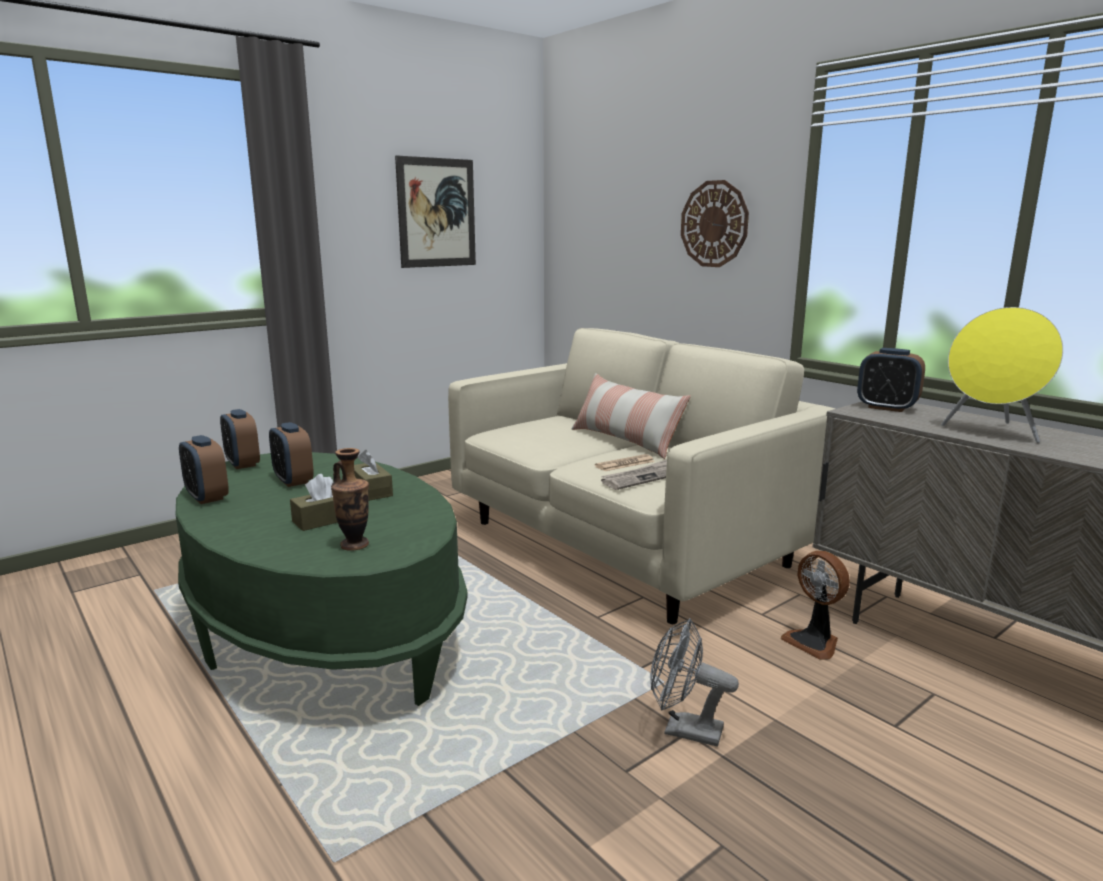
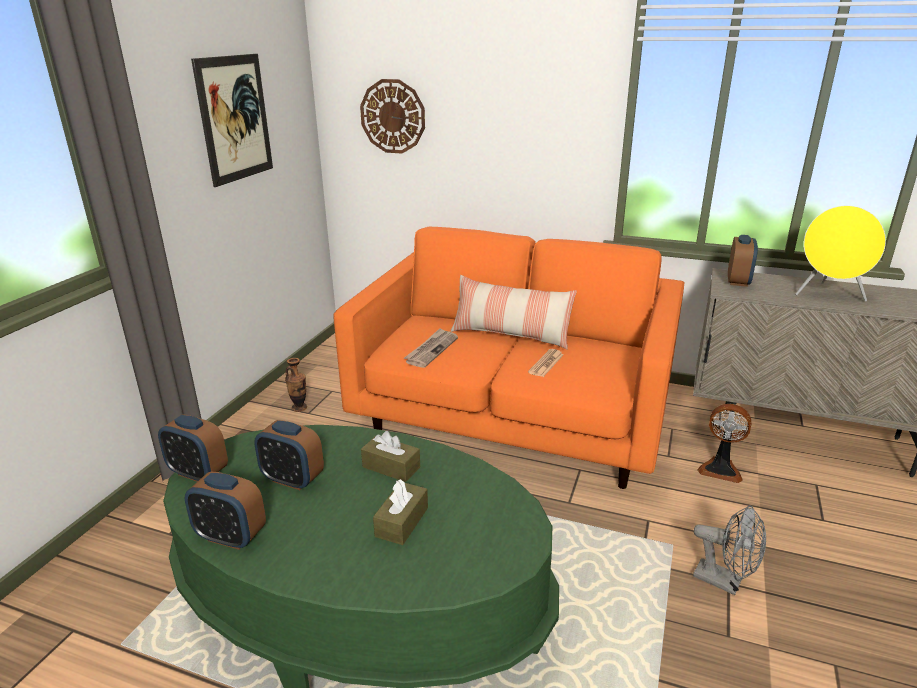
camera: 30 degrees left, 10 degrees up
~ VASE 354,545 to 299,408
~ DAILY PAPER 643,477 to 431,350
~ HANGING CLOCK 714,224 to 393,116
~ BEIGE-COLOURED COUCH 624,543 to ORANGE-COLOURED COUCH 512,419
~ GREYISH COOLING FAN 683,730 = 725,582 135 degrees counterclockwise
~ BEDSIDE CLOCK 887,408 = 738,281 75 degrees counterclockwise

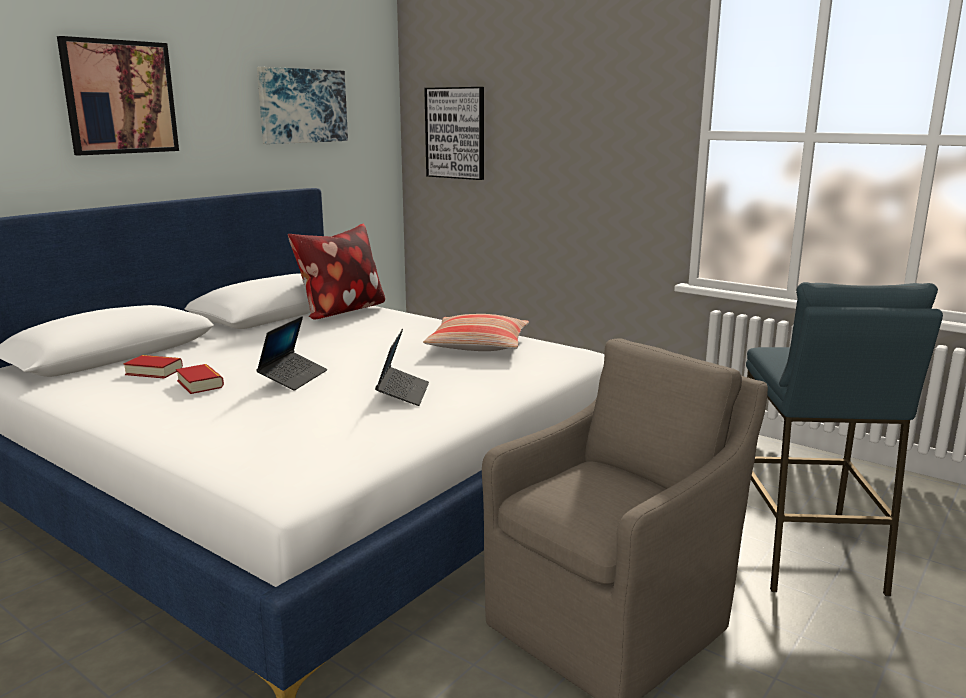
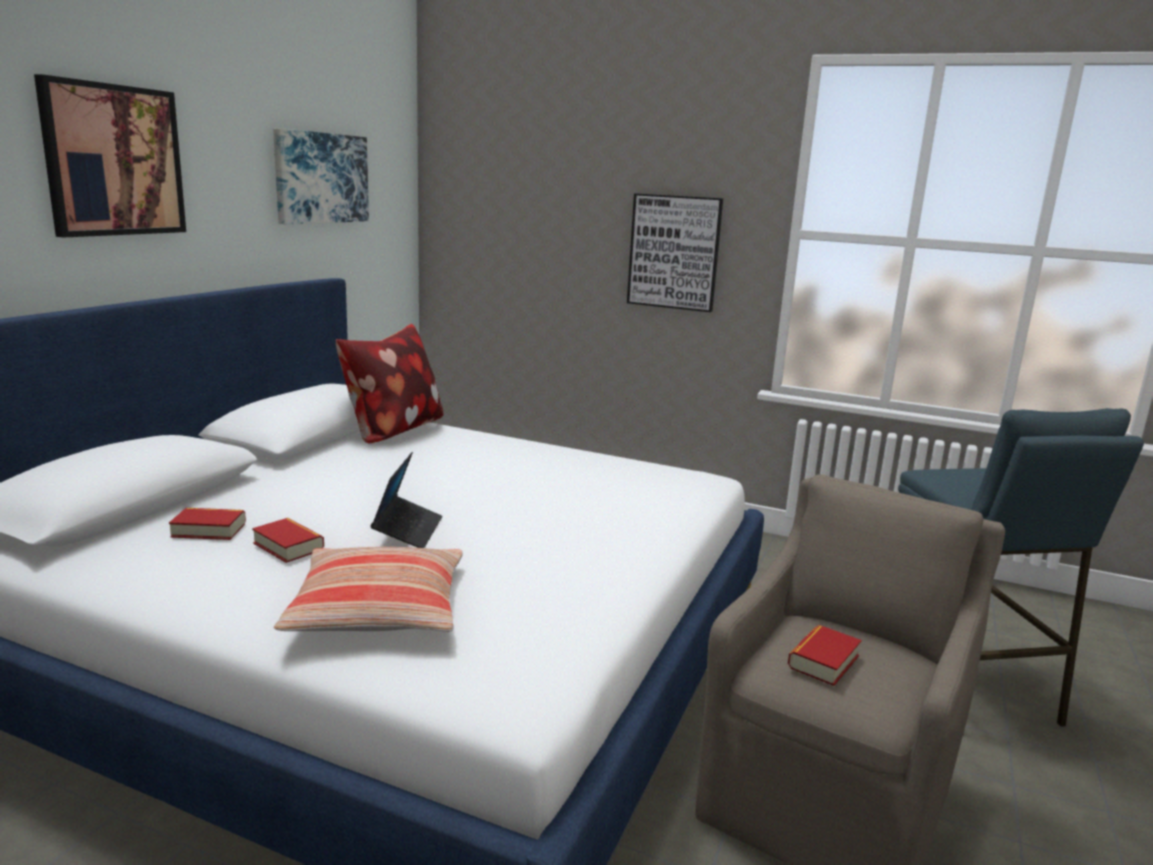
camera: 15 degrees left, 0 degrees up
- LAPTOP 403,393
+ BOUND BOOK 823,661
~ THROW PILLOW 478,346 to 378,609
~ WALL PICTURE 455,133 to 674,252

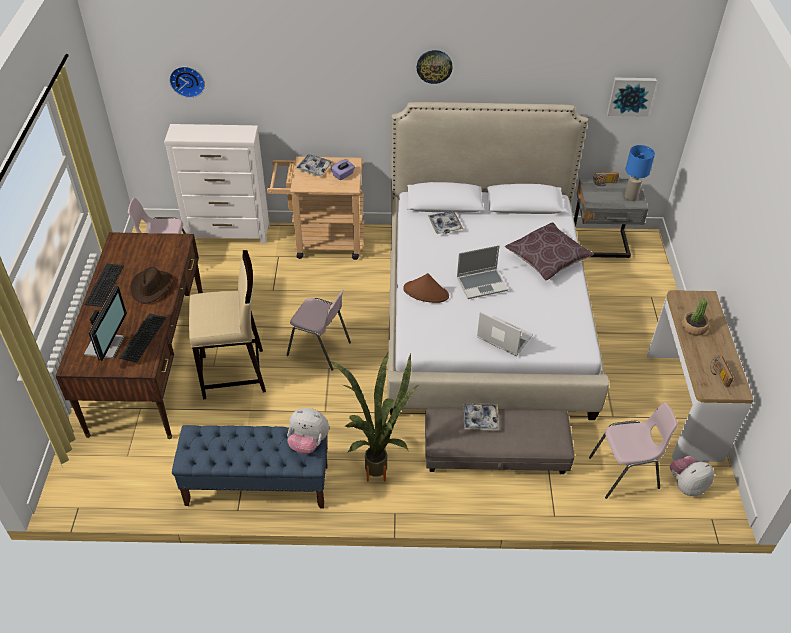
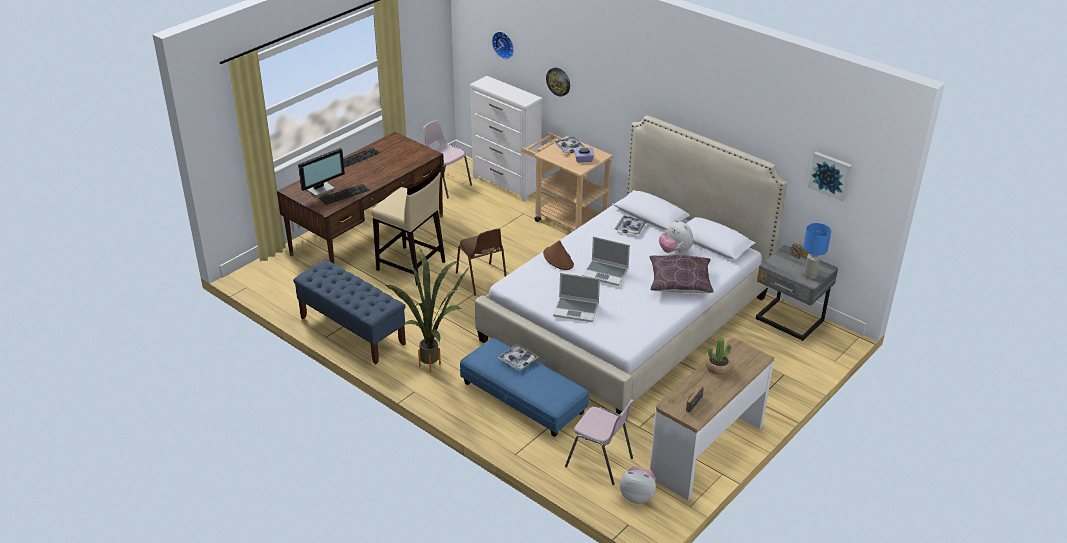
camera: 40 degrees right, 10 degrees down
- BROWN HAT 152,287
~ SOFT TOY 308,443 to 675,251
~ HANGING CLOCK 434,66 to 558,81
~ PINK PLAIN CHAIR 319,349 to BROWN PLAIN CHAIR 482,280
~ GREYISH OTTOMAN 495,452 to BLUISH OTTOMAN 523,398
~ LAPTOP 503,337 = 576,310 120 degrees clockwise

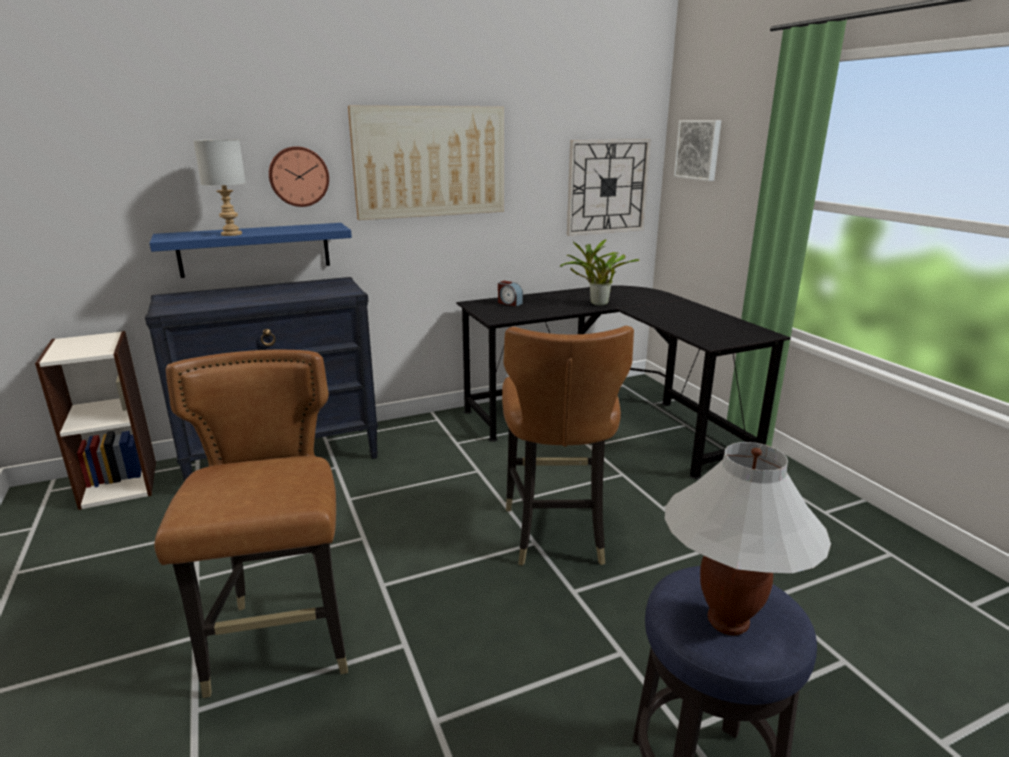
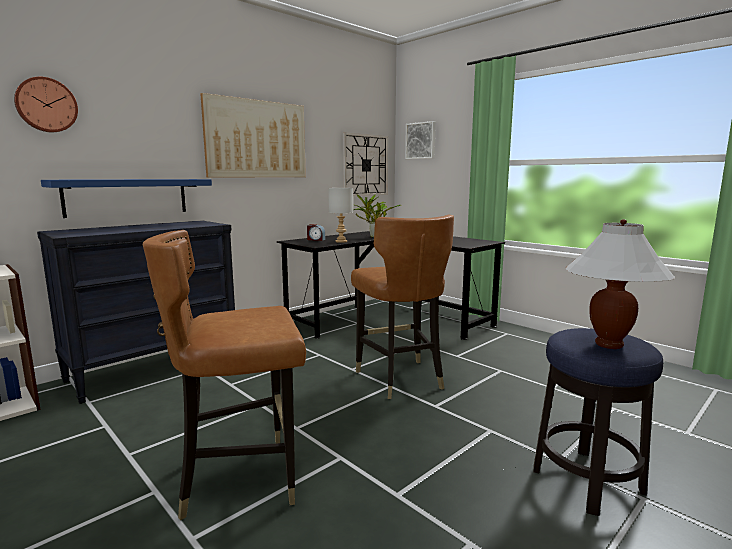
camera: 20 degrees left, 10 degrees down
~ GREYISH TABLE LAMP 232,234 to 341,241
~ HANGING CLOCK 298,176 to 46,105
~ BROWN PLAIN CHAIR 283,642 = 240,477 75 degrees counterclockwise

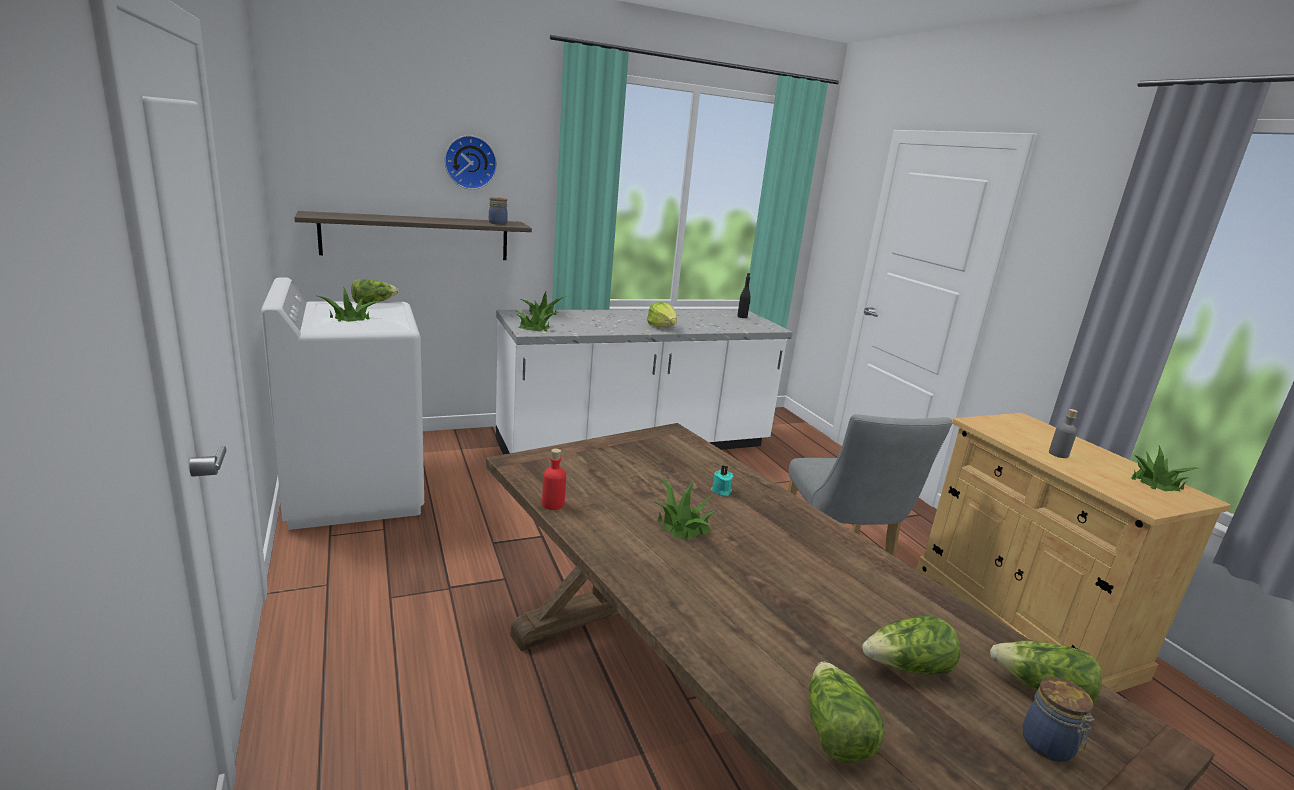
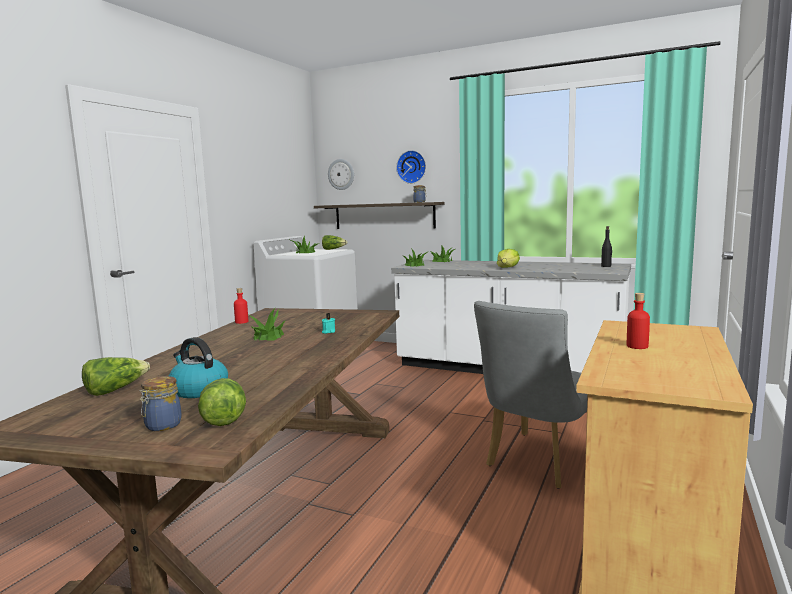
camera: 50 degrees right, 10 degrees down
- POTTED PLANT 1156,482
+ HANGING CLOCK 341,174
~ HEAD OF LETTUCE 907,668 to TEA KETTLE 198,390
~ GREYISH DRINK BOTTLE 1058,454 to REDDISH DRINK BOTTLE 637,346

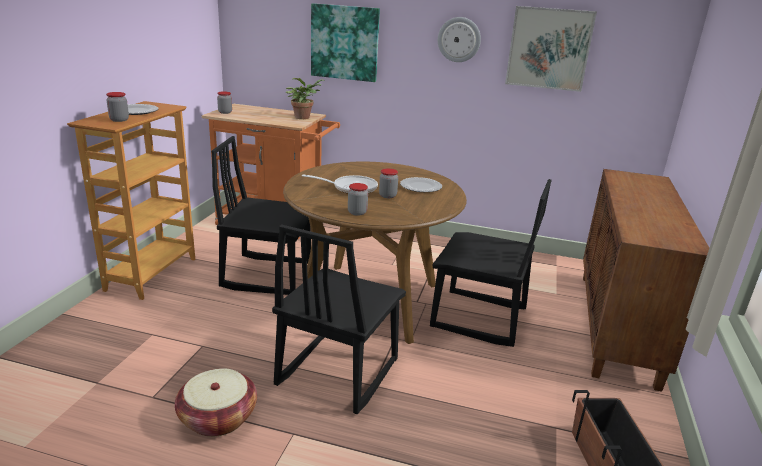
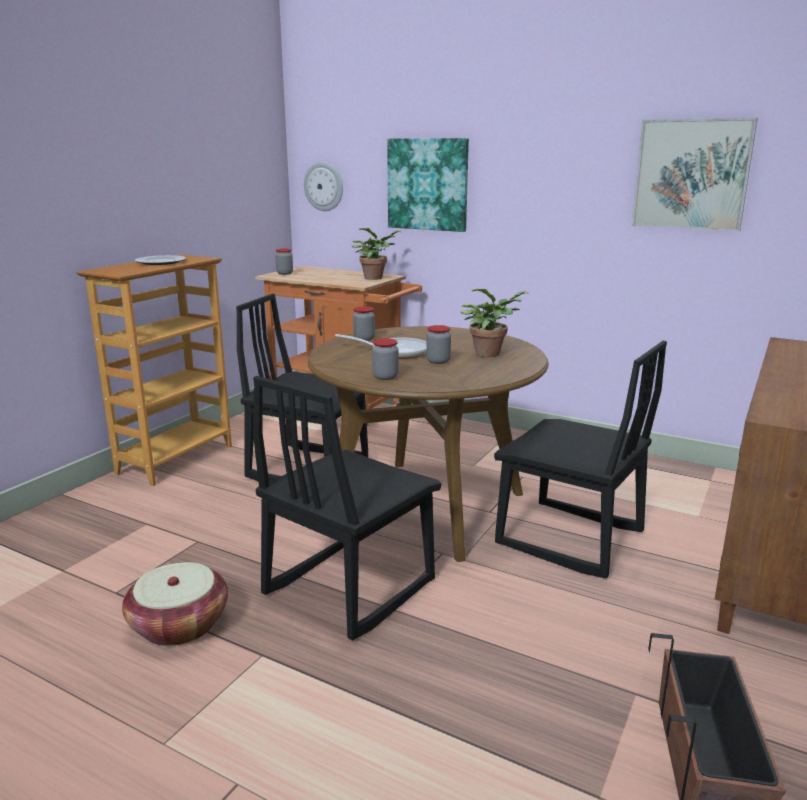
camera: 15 degrees right, 5 degrees down
~ JAR 119,120 to 364,339
~ HANGING CLOCK 459,39 to 324,186
~ DINNER PLATE 421,187 to POTTED PLANT 490,353

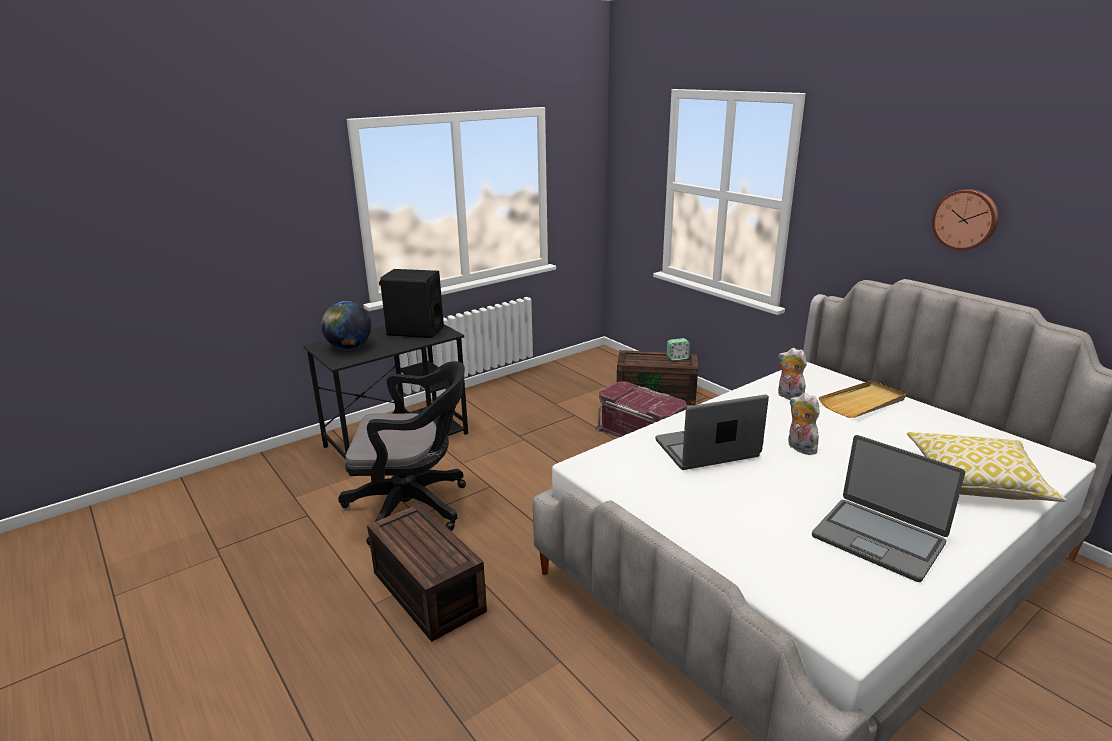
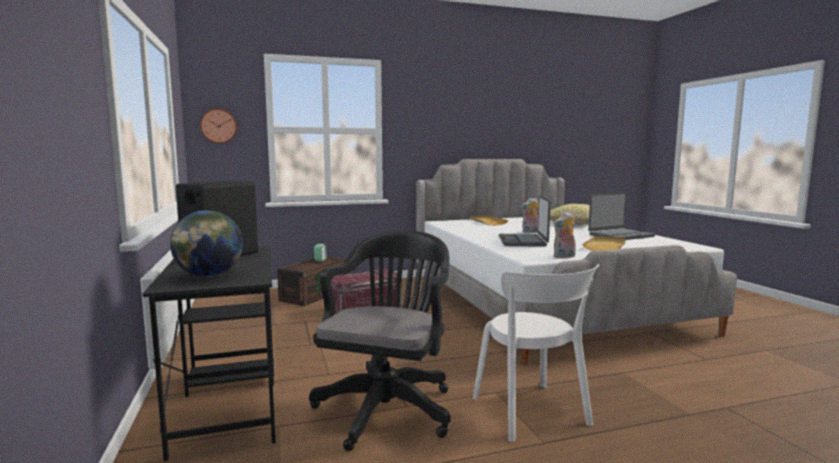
camera: 70 degrees left, 15 degrees down
+ BEIGE-COLOURED TRAY 605,246
~ SOFT TOY 788,397 to 564,257
~ HANGING CLOCK 965,219 to 219,126
~ BROWN STORAGE BIN 425,591 to WHITISH PLAIN CHAIR 532,413

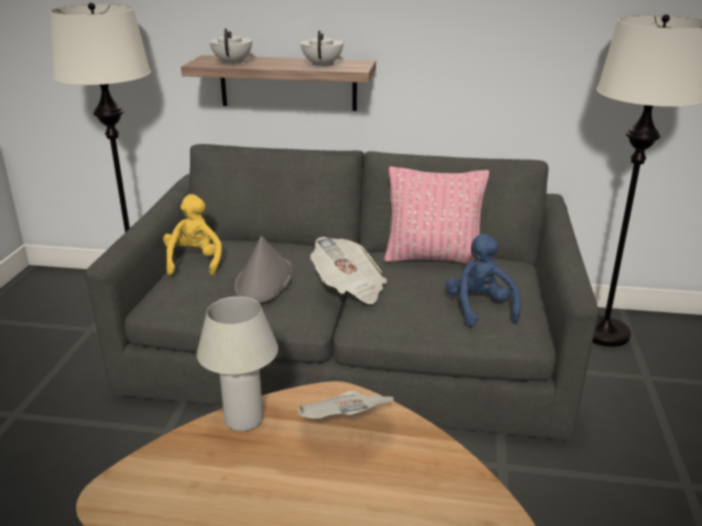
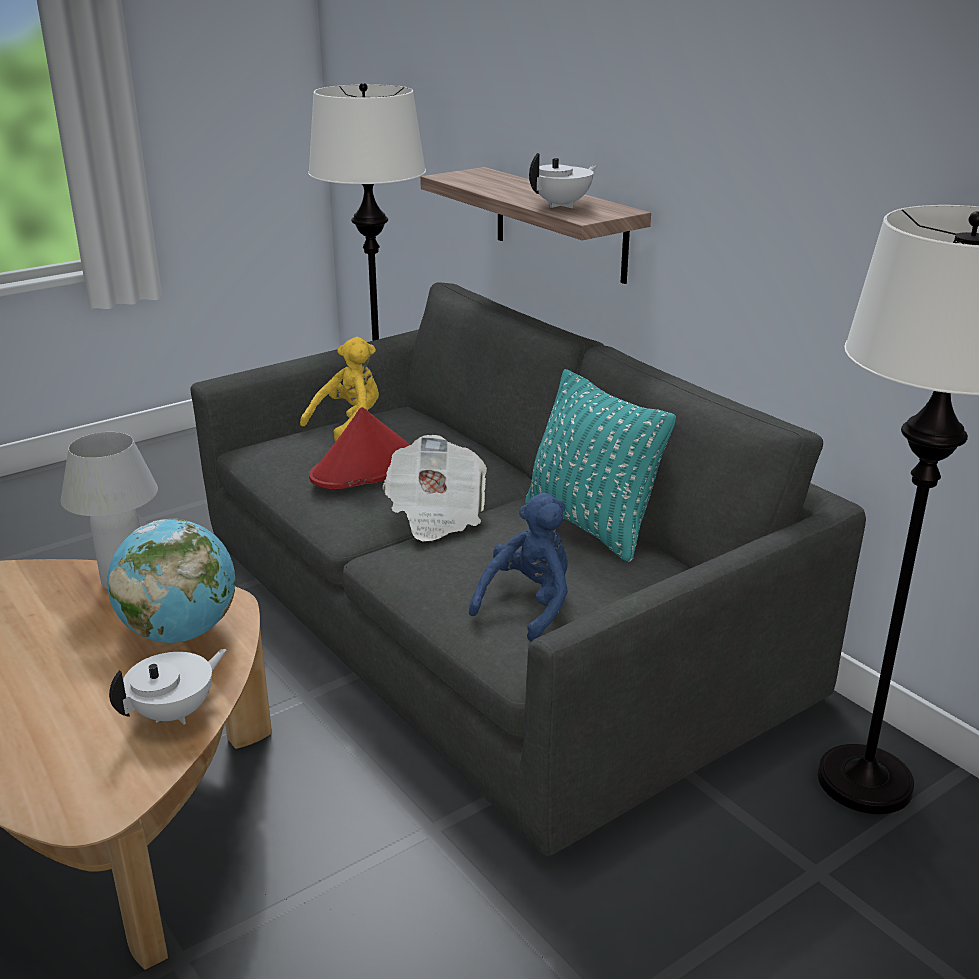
camera: 45 degrees right, 0 degrees up
~ WHITISH TEA POT 233,63 to 175,713
~ DAILY PAPER 344,425 to WORLD GLOBE 180,632
~ GREYISH HAT 264,281 to REDDISH HAT 366,469
~ PINK THROW PILLOW 433,258 to TURQUOISE-COLOURED THROW PILLOW 591,525

